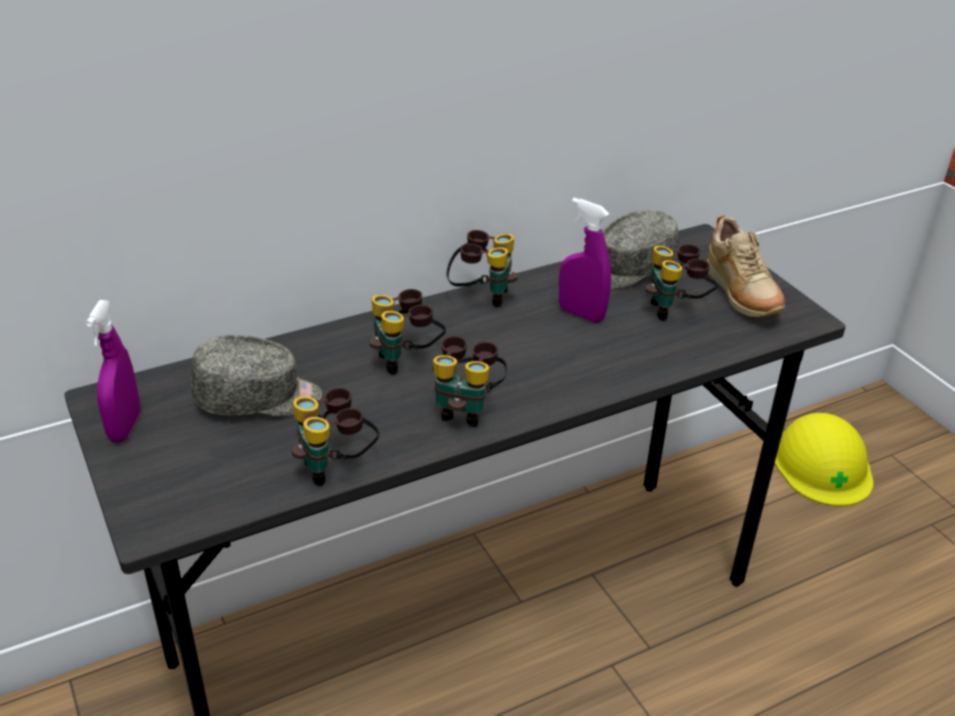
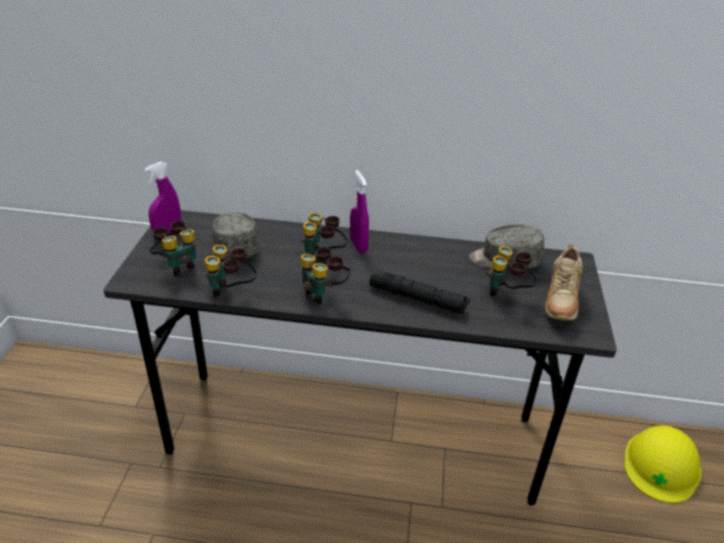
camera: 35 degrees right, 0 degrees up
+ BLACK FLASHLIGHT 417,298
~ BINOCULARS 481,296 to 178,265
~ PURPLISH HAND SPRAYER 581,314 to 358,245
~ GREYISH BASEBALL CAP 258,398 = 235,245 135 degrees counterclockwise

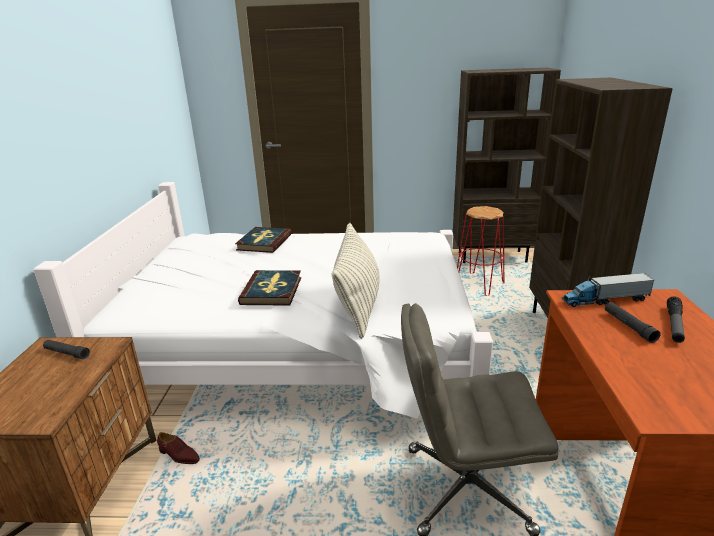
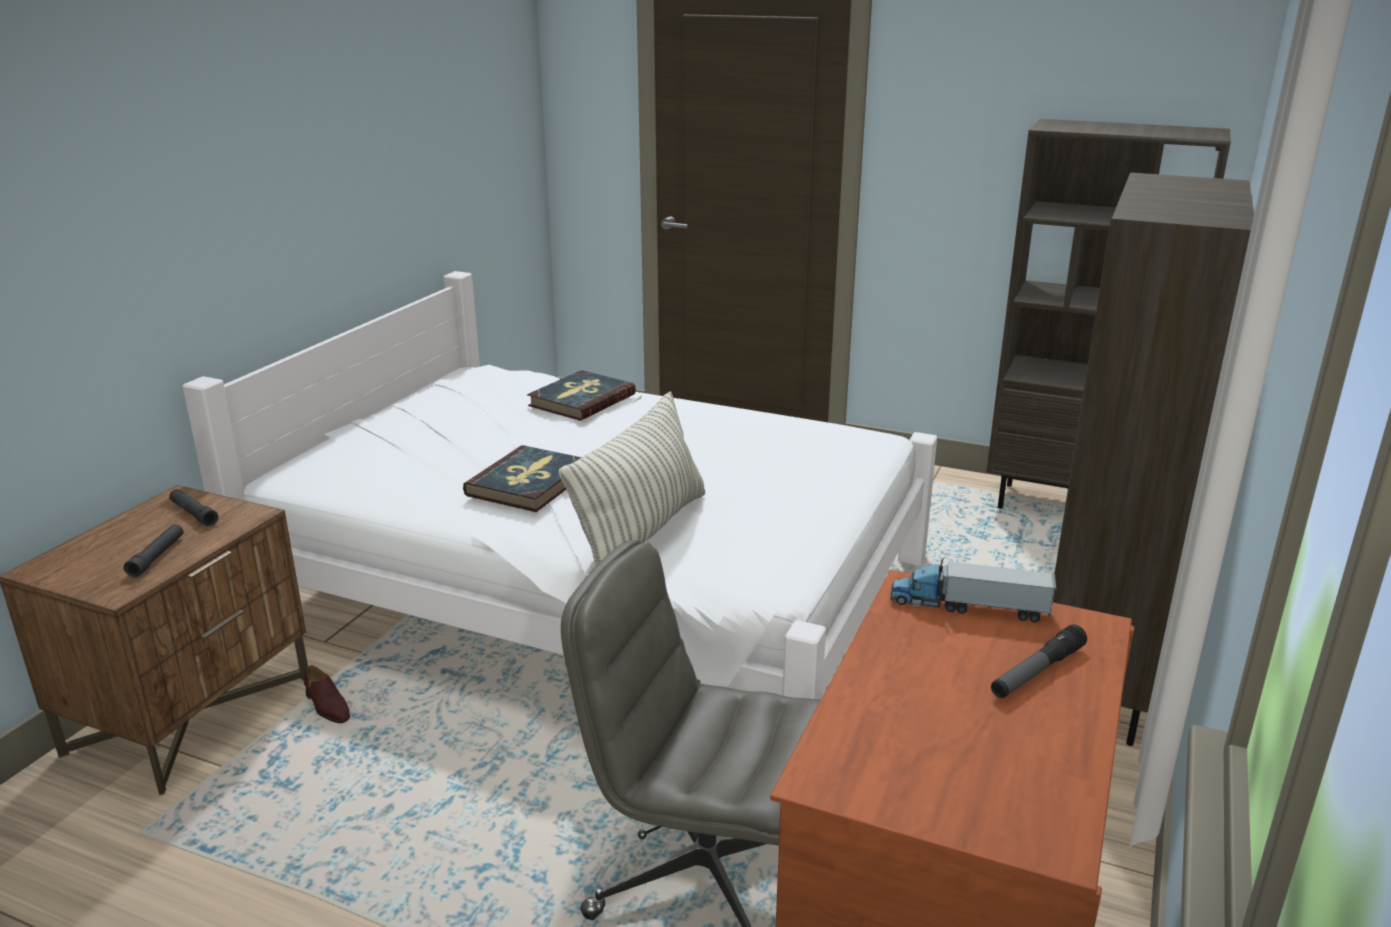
camera: 20 degrees right, 0 degrees up
- REDDISH SITTING STOOL 479,284
~ BLACK FLASHLIGHT 629,326 to 157,556

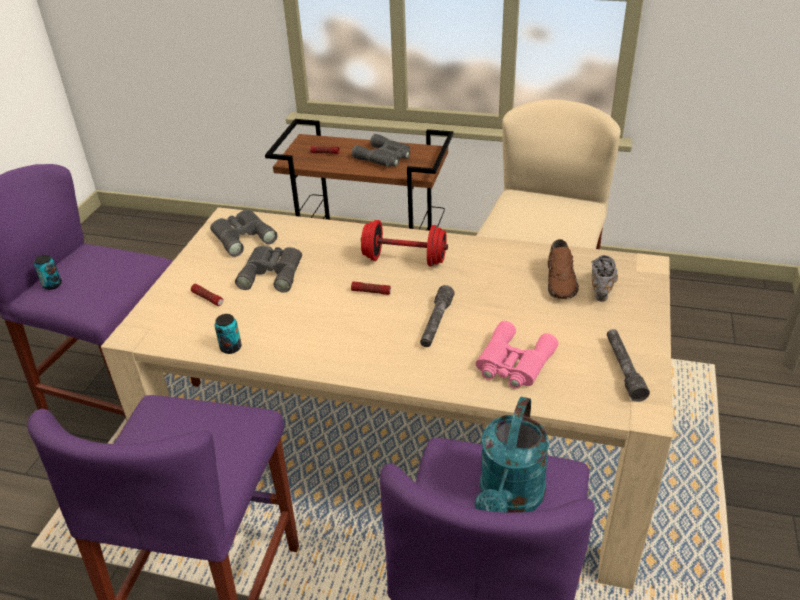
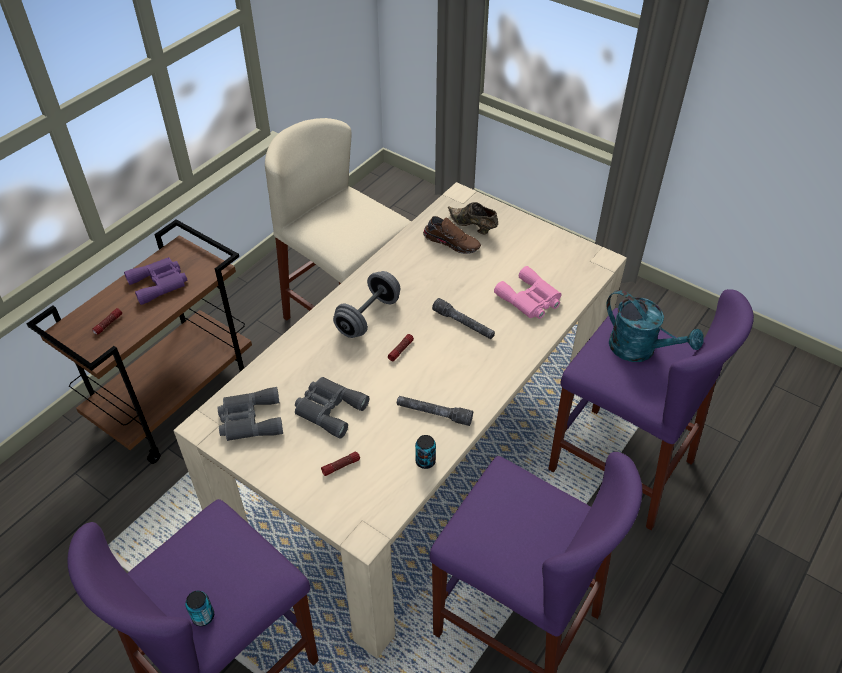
camera: 70 degrees left, 10 degrees up
~ GREYISH FLASHLIGHT 623,369 to 434,413
~ GREYISH BINOCULARS 384,157 to PURPLISH BINOCULARS 160,283
~ REDDISH HAND WEIGHT 404,259 to GREYISH HAND WEIGHT 368,316
~ GREYISH SHOE 602,288 to BROWN SHOE 473,227

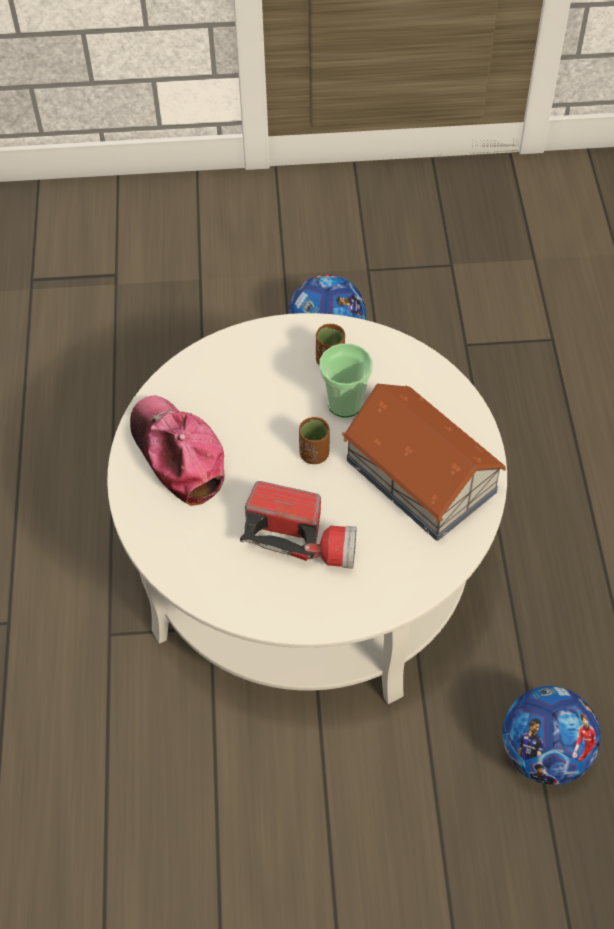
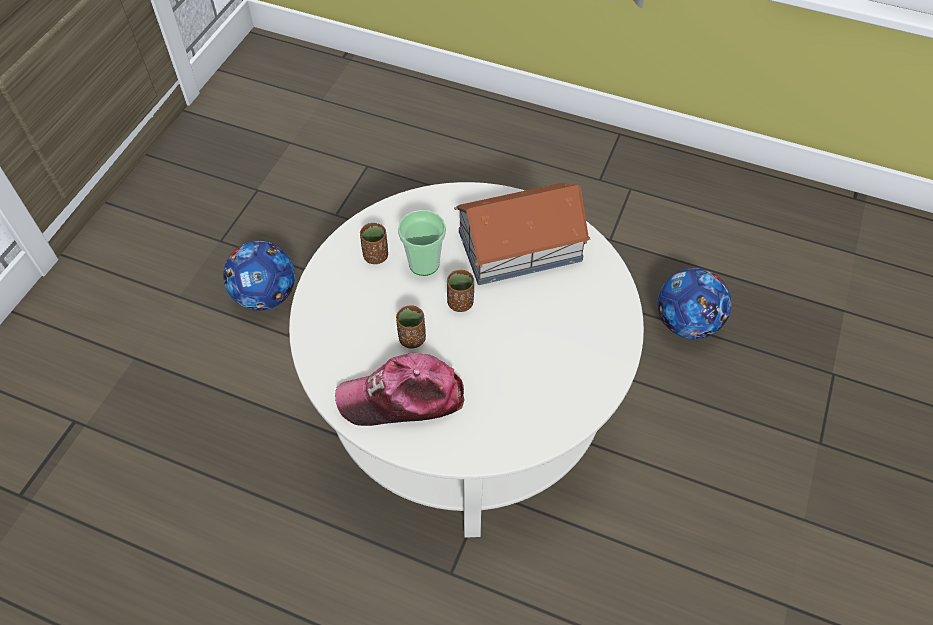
camera: 65 degrees left, 0 degrees up
- FLASHLIGHT 302,538
+ BROWN SMALL CUP 412,338

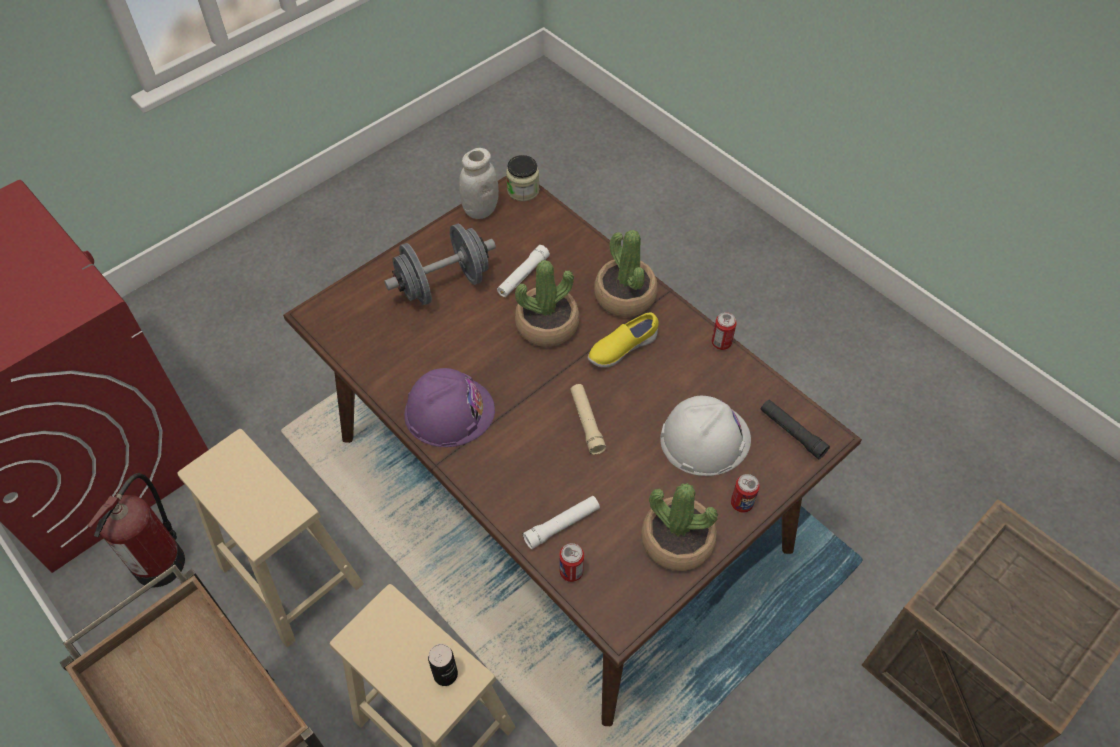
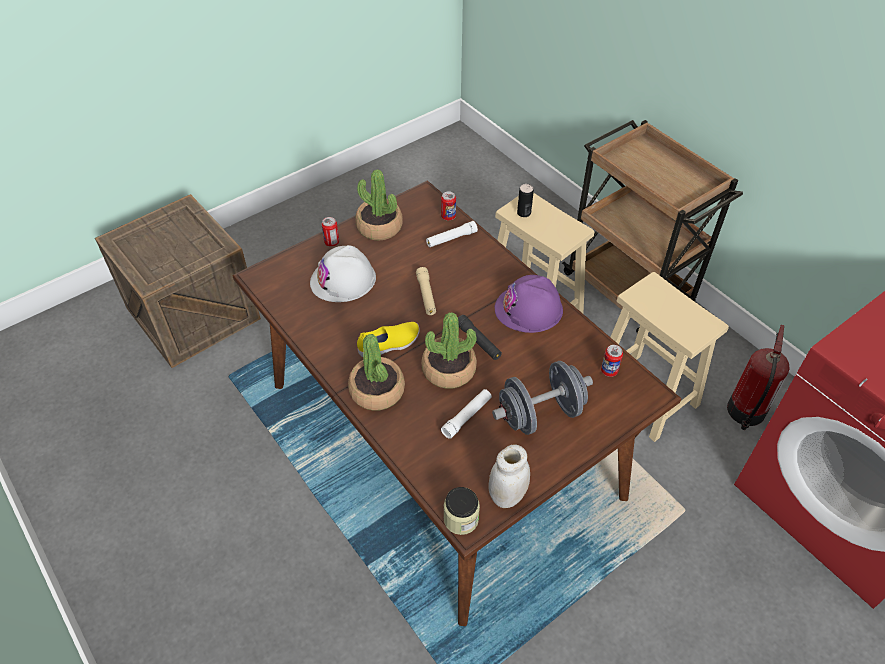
camera: 175 degrees left, 5 degrees down
~ SEALED CAN 721,343 to 609,371
~ BLACK FLASHLIGHT 792,432 to 478,341

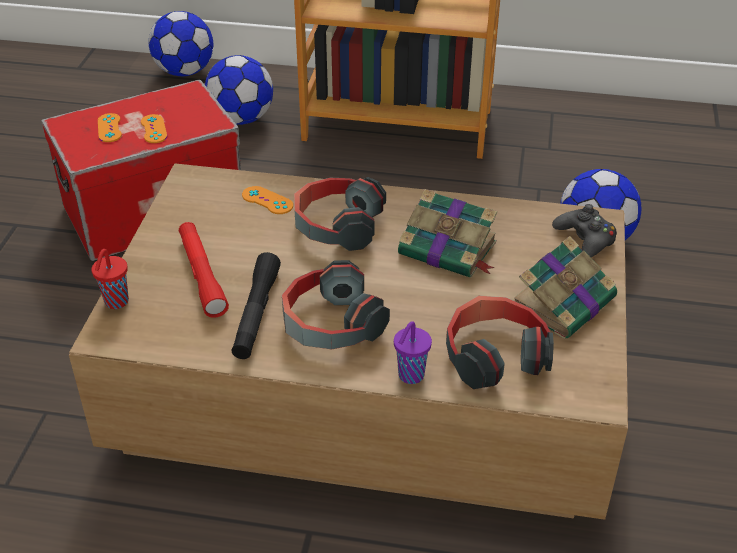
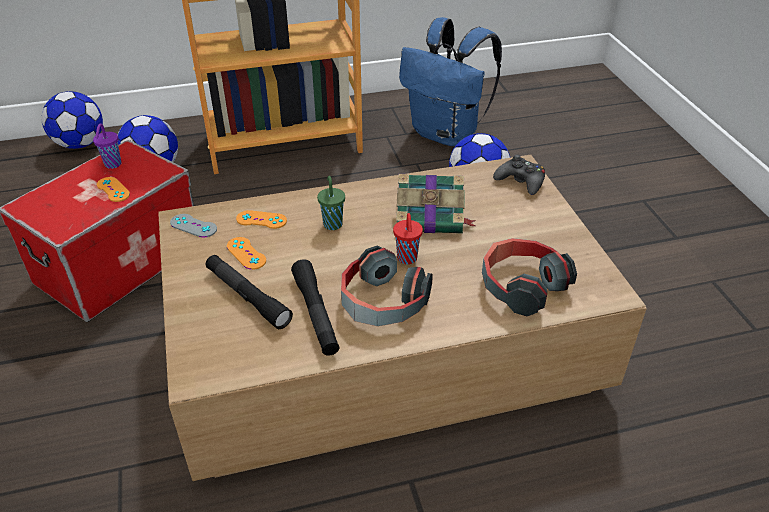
camera: 25 degrees left, 0 degrees up
- BOUND BOOK 564,302
+ GREYISH JOYPAD 193,226
+ BLUISH RUCKSACK 447,134
~ REDDISH SMALL CUP 115,302 to 407,259
~ ORANGE-COLOURED JOYPAD 109,128 to 246,253
~ PURPLISH SMALL CUP 410,376 to 112,165
~ PAIR OF HEADPHONES 337,226 to GREEN-COLOURED SMALL CUP 332,224
~ REDDISH FLASHLIGHT 202,275 to BLACK FLASHLIGHT 247,297

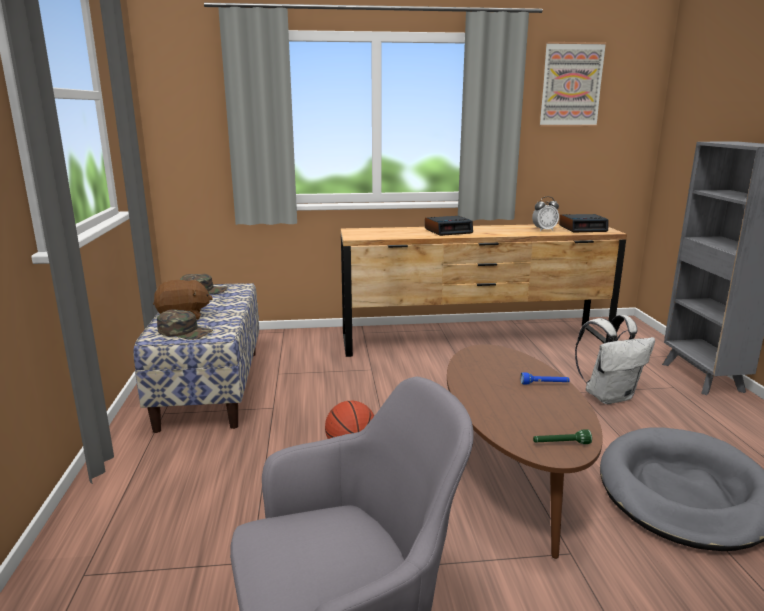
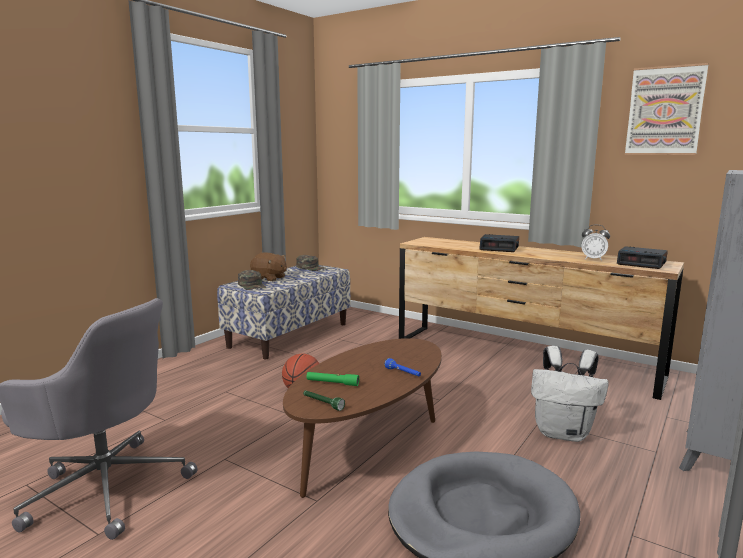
camera: 40 degrees right, 5 degrees down
+ GREEN-COLOURED FLASHLIGHT 332,383

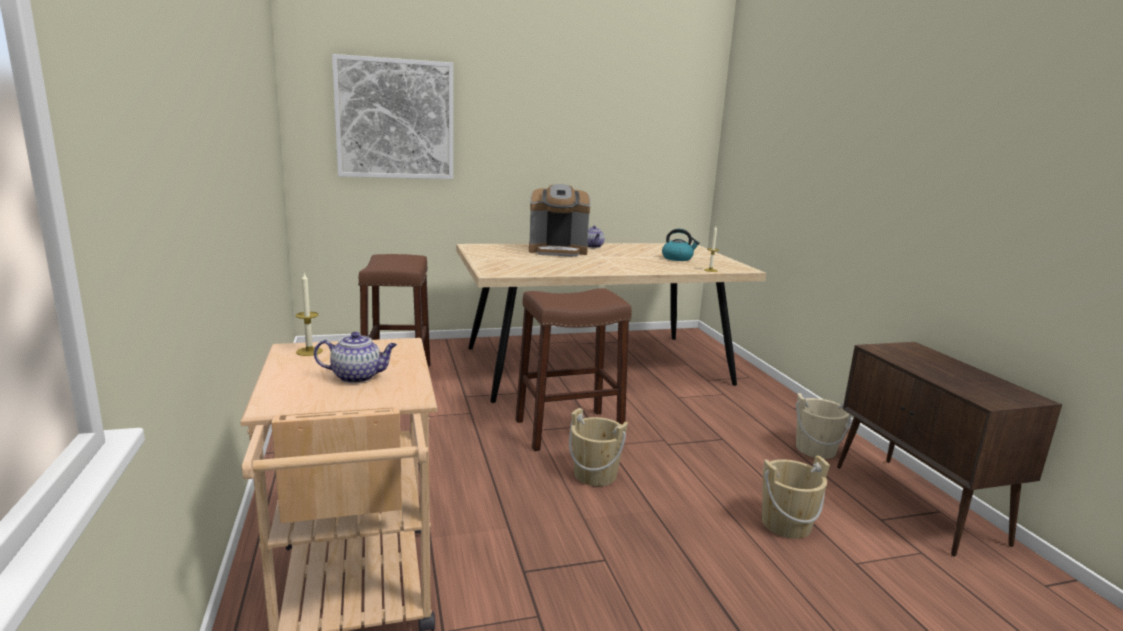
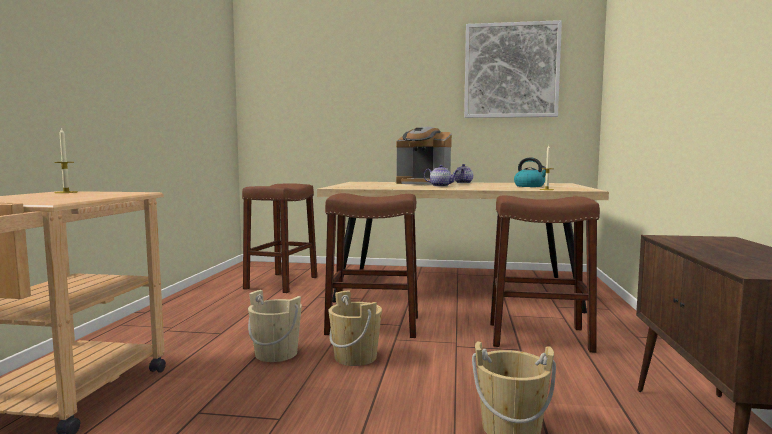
camera: 25 degrees right, 10 degrees down
+ BROWN SITTING STOOL 538,337
~ TEA POT 358,377 to 441,186
~ WALL PICTURE 395,119 to 511,70
~ BEIGE-COLOURED PAIL 815,449 to 276,354

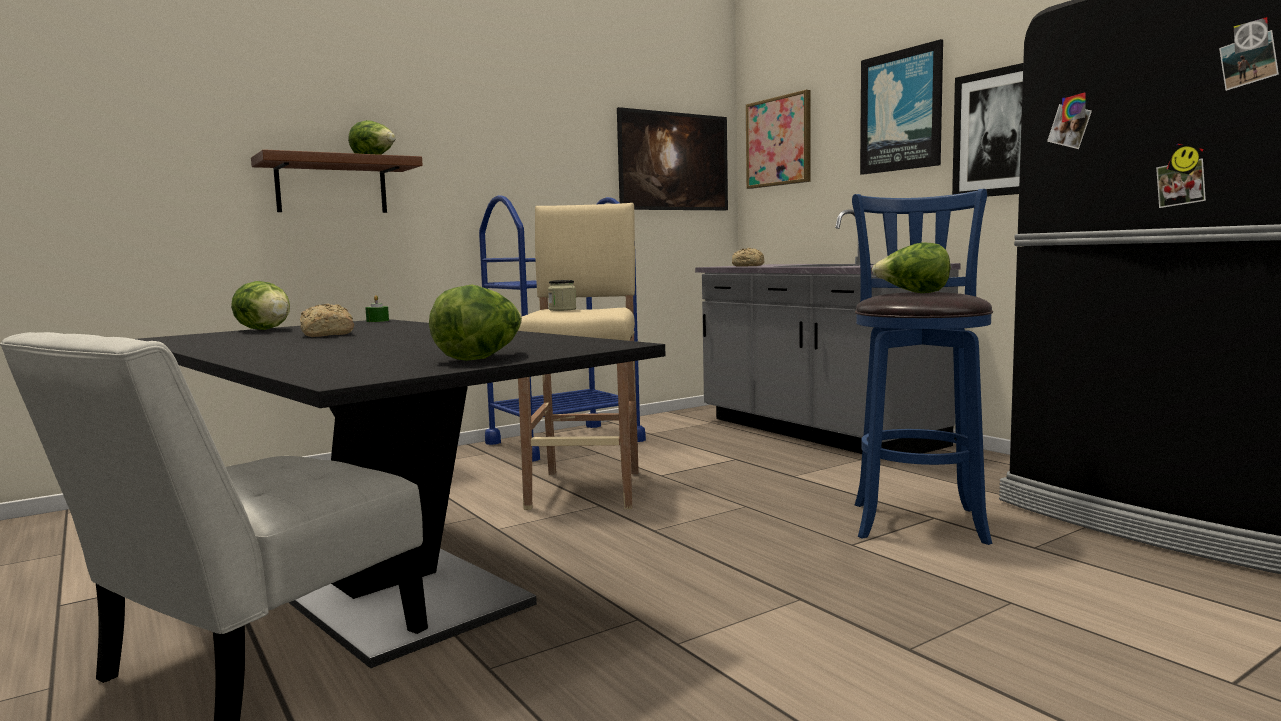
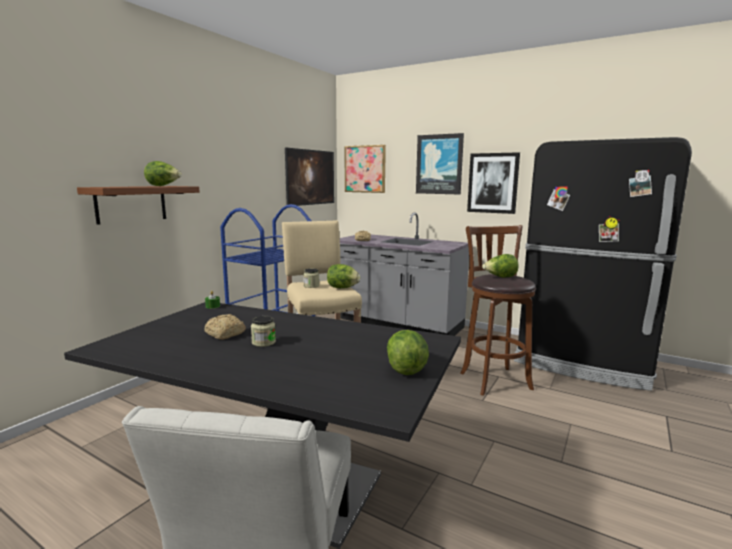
camera: 25 degrees left, 5 degrees up
+ JAR 263,342
~ HEAD OF LETTUCE 264,330 to 342,288
~ BLUISH SITTING STOOL 917,520 to BROWN SITTING STOOL 493,379

